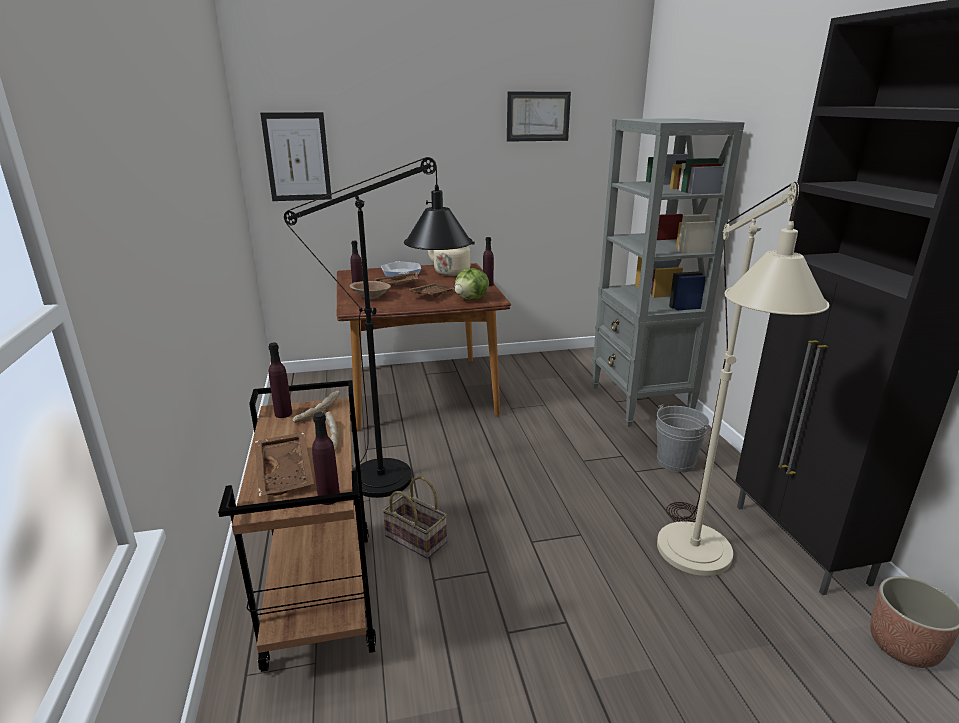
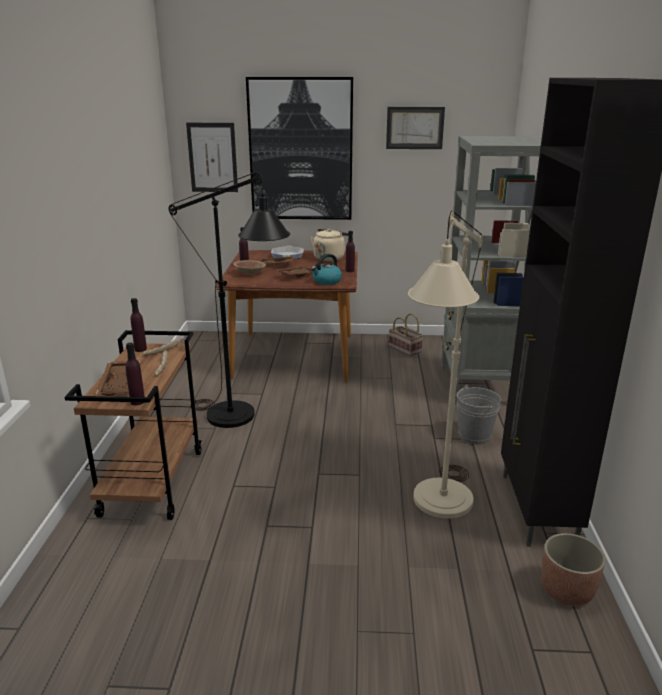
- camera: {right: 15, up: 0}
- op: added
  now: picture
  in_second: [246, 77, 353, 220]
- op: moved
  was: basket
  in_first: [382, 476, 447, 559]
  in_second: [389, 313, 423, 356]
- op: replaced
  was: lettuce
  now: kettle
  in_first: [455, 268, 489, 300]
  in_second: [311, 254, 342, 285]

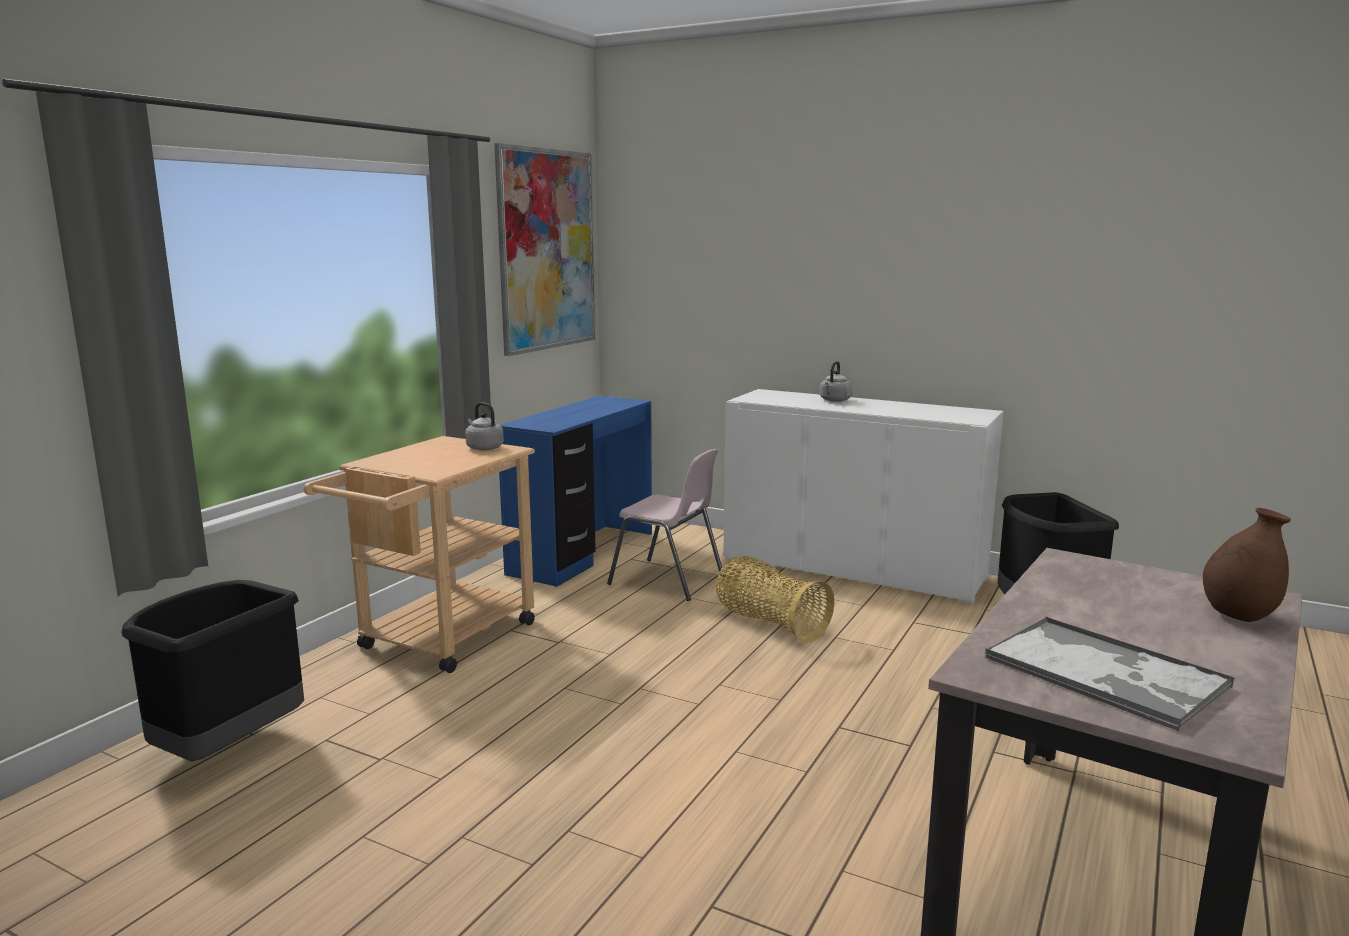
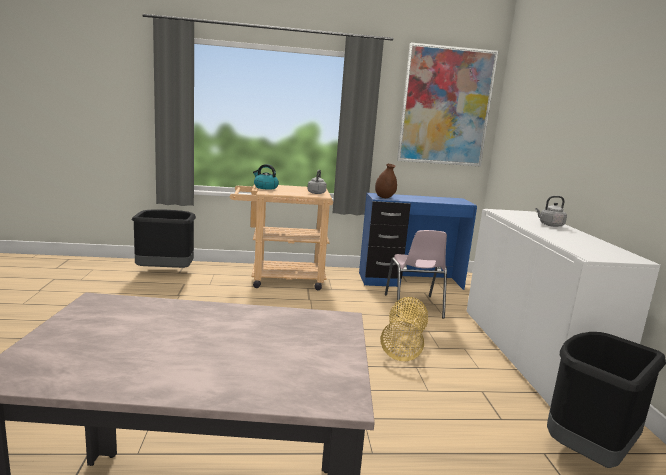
- camera: {right: 55, up: 0}
- op: removed
  was: tray
  in_first: [985, 617, 1234, 731]
- op: added
  now: kettle
  in_second: [253, 164, 279, 189]
- op: moved
  was: brown vase
  in_first: [1203, 508, 1291, 622]
  in_second: [375, 164, 397, 198]

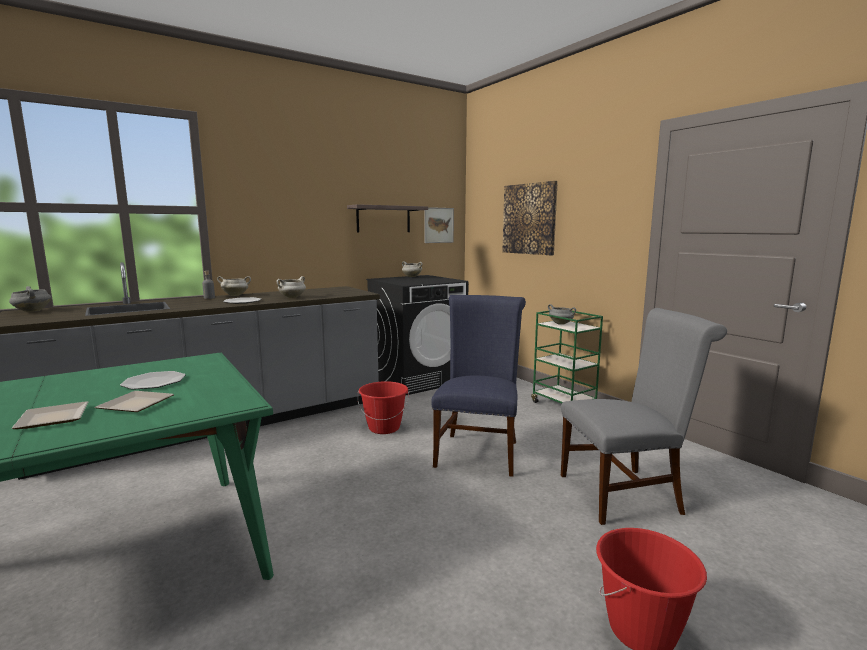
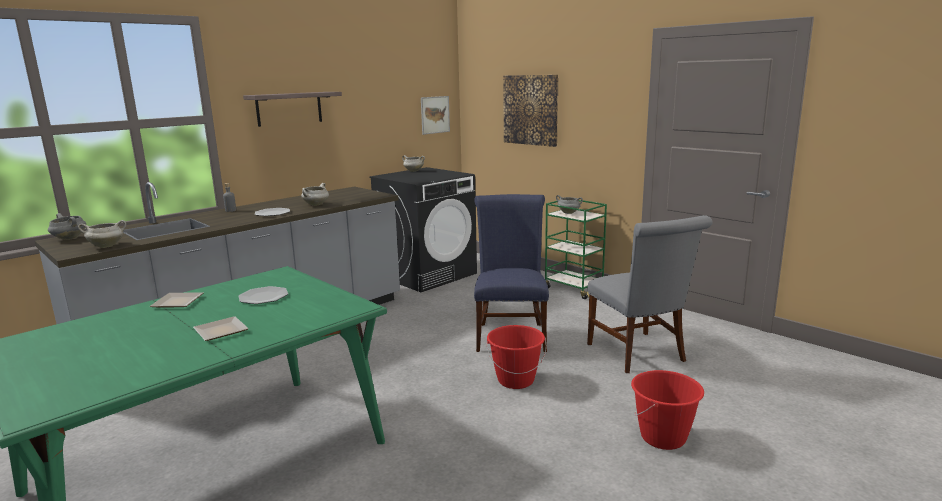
- camera: {right: -10, up: 5}
- op: moved
  was: plate
  in_first: [95, 391, 174, 412]
  in_second: [150, 292, 203, 308]
- op: moved
  was: white cooking pot
  in_first: [217, 276, 251, 296]
  in_second: [78, 220, 126, 248]
- op: moved
  was: shelf
  in_first: [347, 204, 428, 233]
  in_second: [243, 92, 342, 127]
- op: moved
  was: red bucket
  in_first: [357, 381, 409, 434]
  in_second: [486, 325, 547, 389]
- op: turned
  was: grey chair
  in_first: [561, 308, 727, 525]
  in_second: [587, 215, 713, 373]
  clockwise: 90

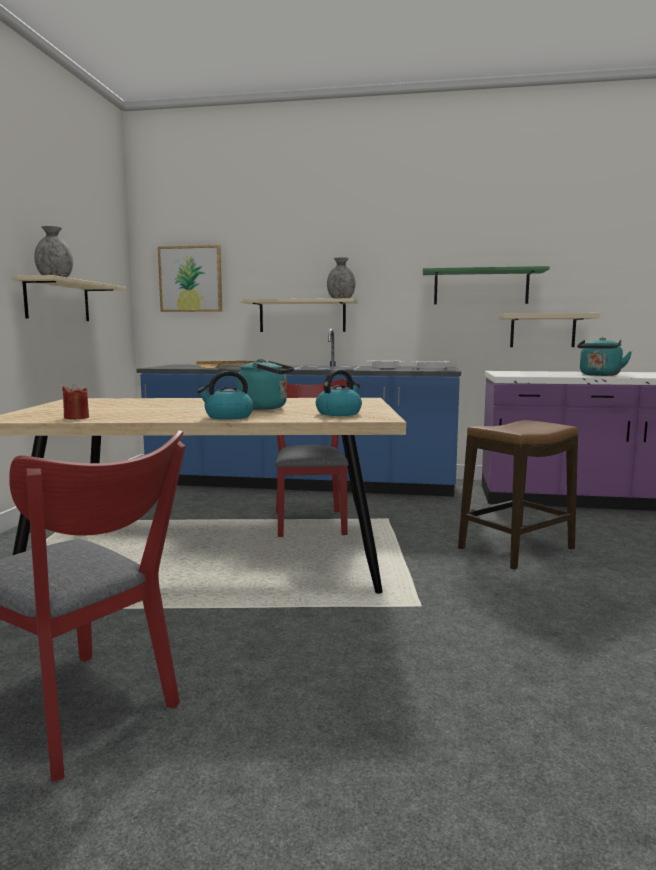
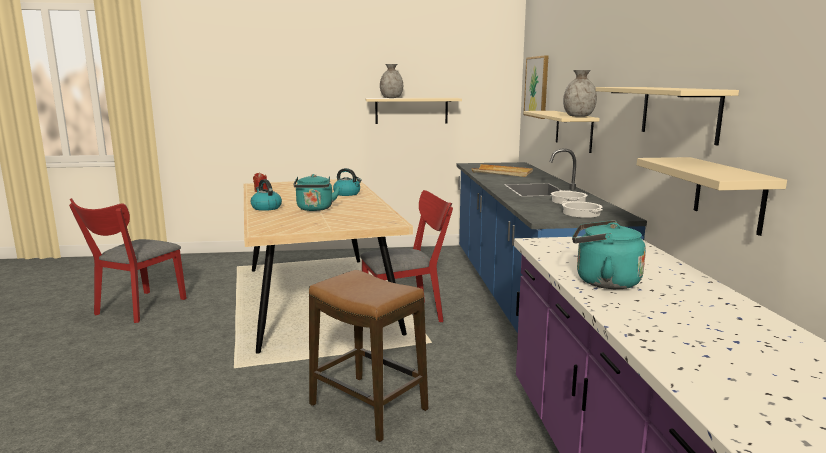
- camera: {right: 75, up: 5}
- op: moved
  was: kettle
  in_first: [316, 370, 362, 416]
  in_second: [333, 168, 362, 196]
- op: recoloured
  was: green shelf
  now: beige shelf
  in_first: [423, 266, 550, 304]
  in_second: [595, 87, 739, 145]

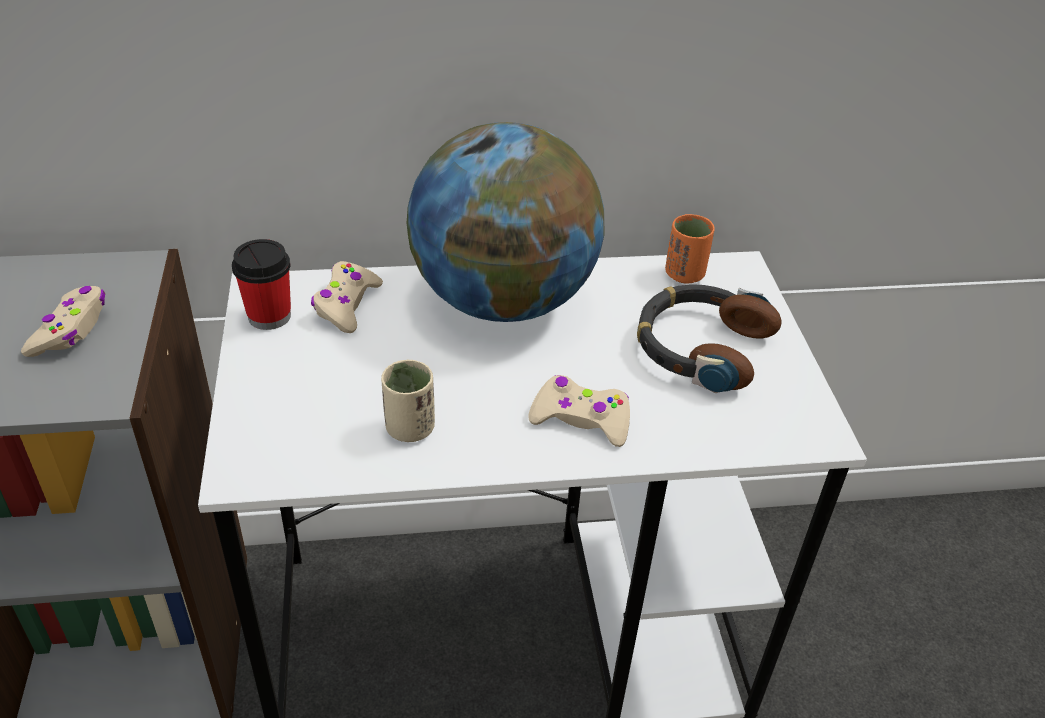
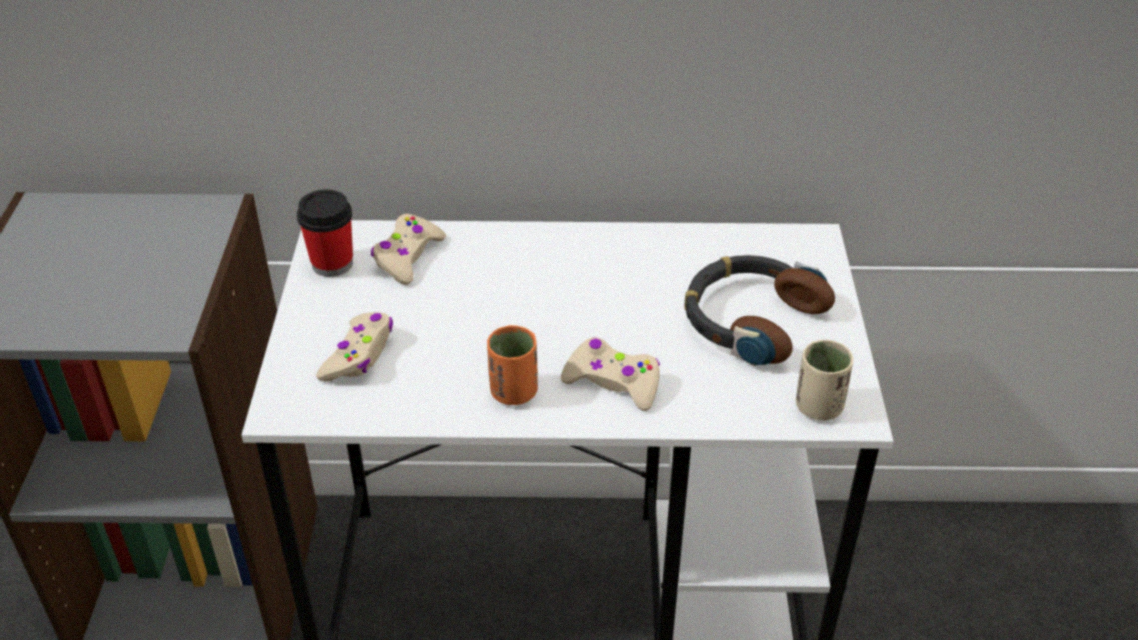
- camera: {right: 10, up: 0}
- op: removed
  was: globe
  in_first: [407, 122, 604, 322]
- op: moved
  was: beige game controller
  in_first: [21, 286, 105, 357]
  in_second: [316, 312, 393, 381]
- op: moved
  was: beige cup
  in_first: [381, 360, 435, 442]
  in_second: [796, 340, 853, 420]
- op: moved
  was: orange cup
  in_first: [665, 214, 715, 284]
  in_second: [487, 325, 538, 405]

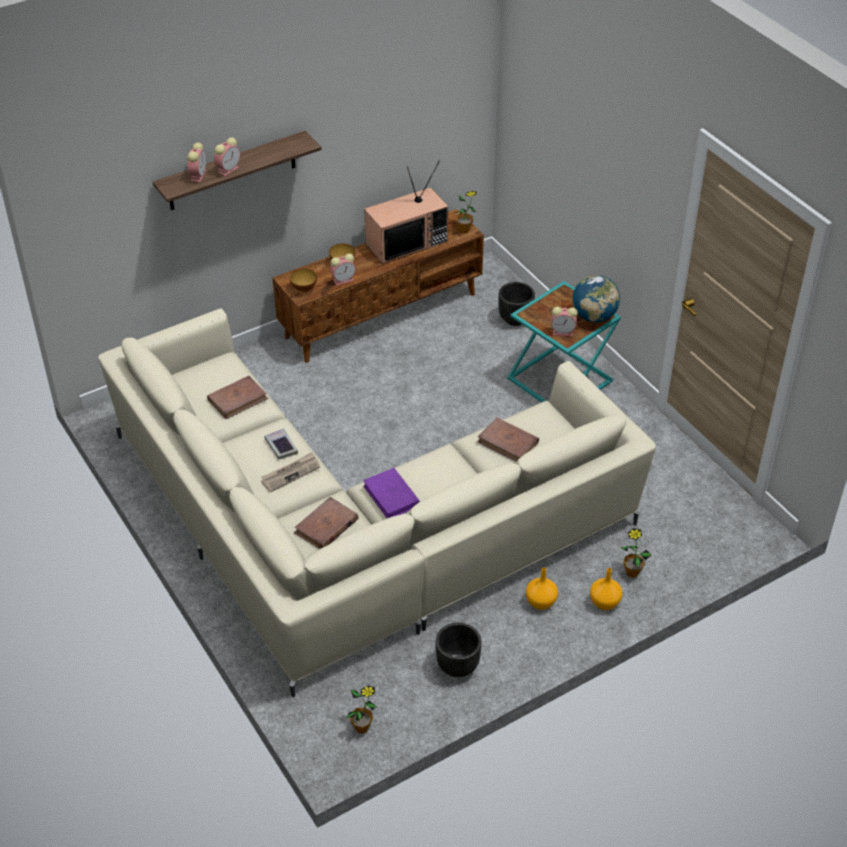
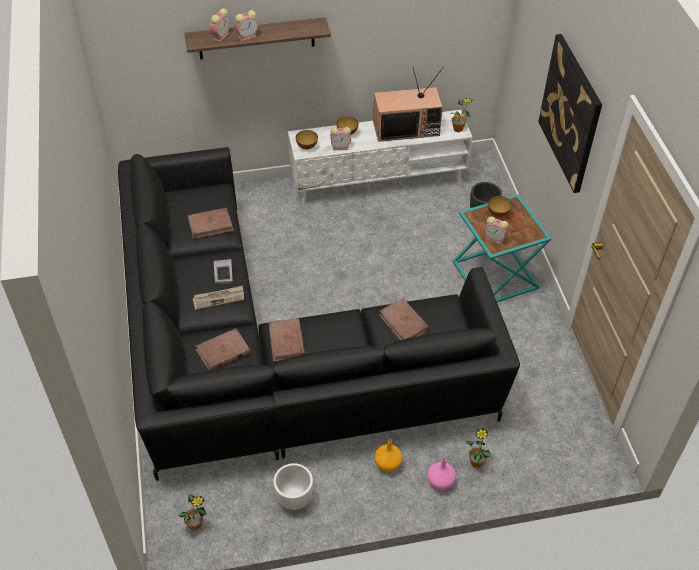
- camera: {right: 20, up: 5}
- op: removed
  was: globe
  in_first: [572, 275, 620, 323]
- op: added
  now: bowl
  in_second: [488, 196, 512, 217]
- op: added
  now: picture
  in_second: [538, 34, 602, 193]
- op: recoloured
  was: beige sofa
  now: black sofa
  in_first: [98, 308, 656, 697]
  in_second: [118, 147, 520, 481]
- op: recoloured
  was: brown tv stand
  now: white tv stand
  in_first: [273, 209, 484, 363]
  in_second: [288, 110, 472, 205]
- op: recoloured
  was: purple book
  now: brown book
  in_first: [363, 468, 420, 518]
  in_second: [269, 318, 305, 362]
- op: recoloured
  was: black planter
  now: white planter
  in_first: [436, 623, 482, 677]
  in_second: [273, 463, 313, 510]
- op: recoloured
  was: orange vase
  now: pink vase
  in_first: [590, 568, 622, 610]
  in_second: [427, 458, 456, 491]

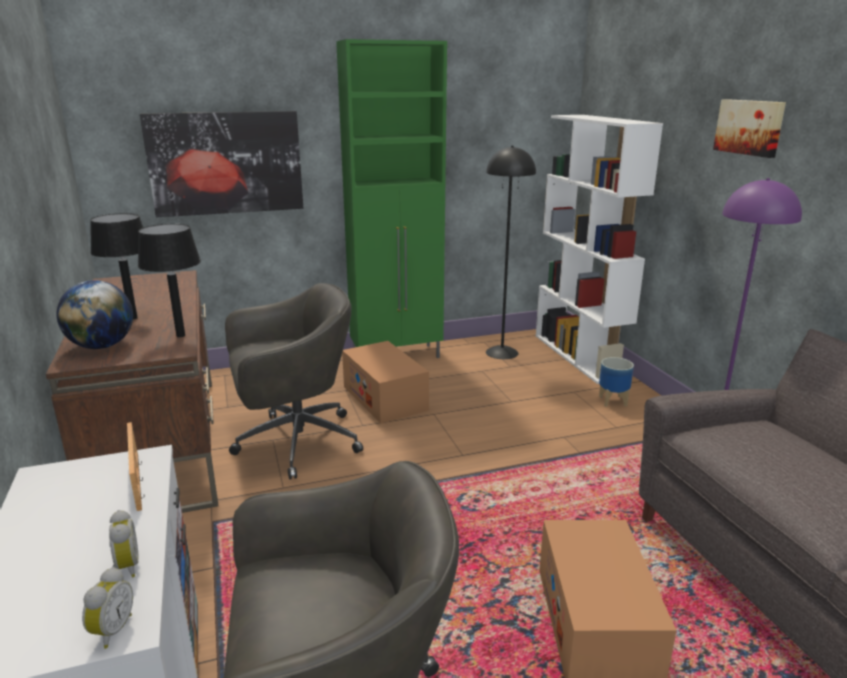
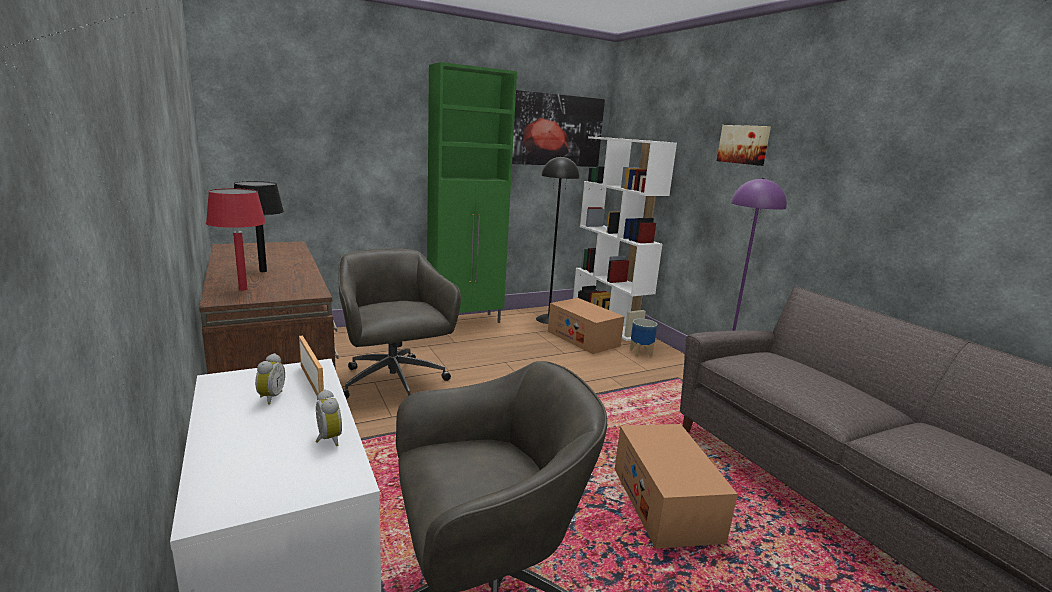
- camera: {right: -10, up: -5}
- op: removed
  was: black table lamp
  in_first: [138, 224, 201, 337]
- op: moved
  was: alarm clock
  in_first: [82, 567, 133, 649]
  in_second: [255, 353, 285, 405]
- op: moved
  was: picture
  in_first: [140, 111, 303, 217]
  in_second: [512, 90, 605, 167]
- op: moved
  was: cardboard box
  in_first: [342, 341, 429, 424]
  in_second: [548, 298, 625, 354]
- op: replaced
  was: globe
  now: red table lamp
  in_first: [56, 280, 133, 349]
  in_second: [206, 188, 266, 291]
- op: turned
  was: grey office chair
  in_first: [225, 283, 363, 480]
  in_second: [338, 248, 461, 399]
  clockwise: -90

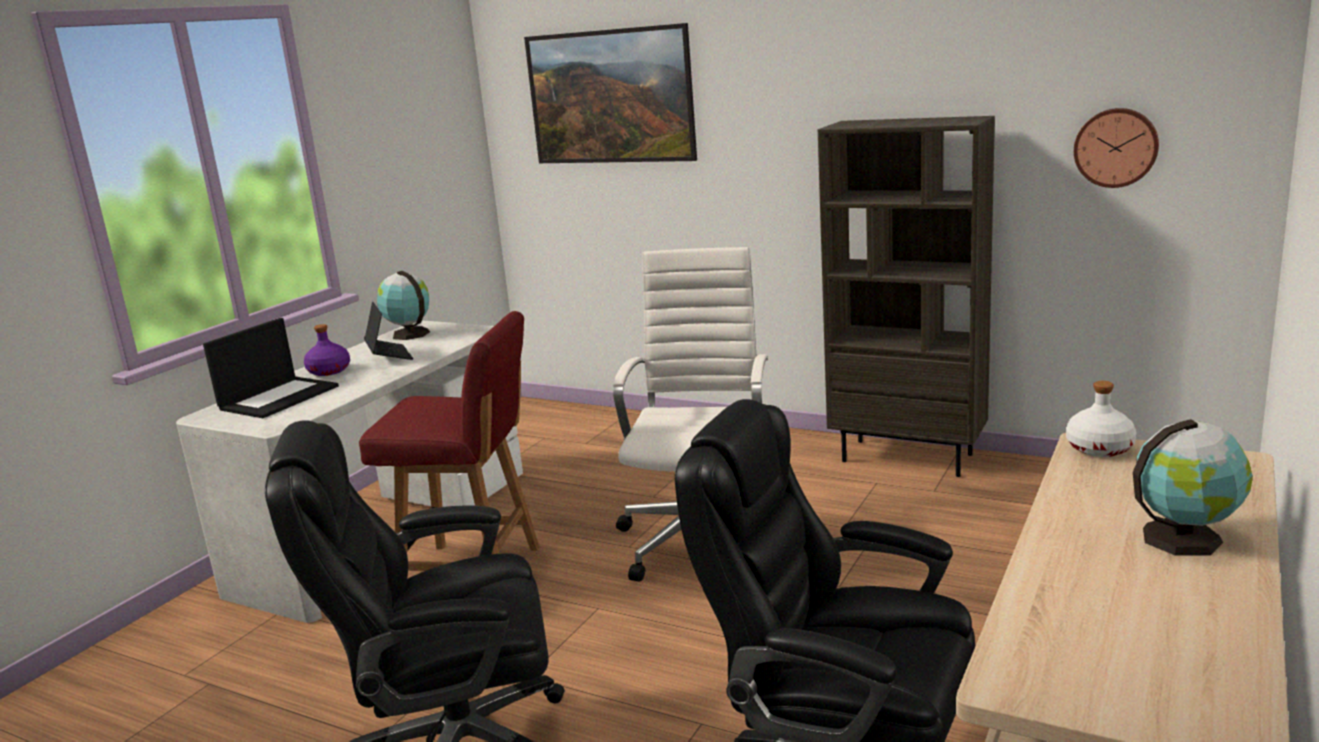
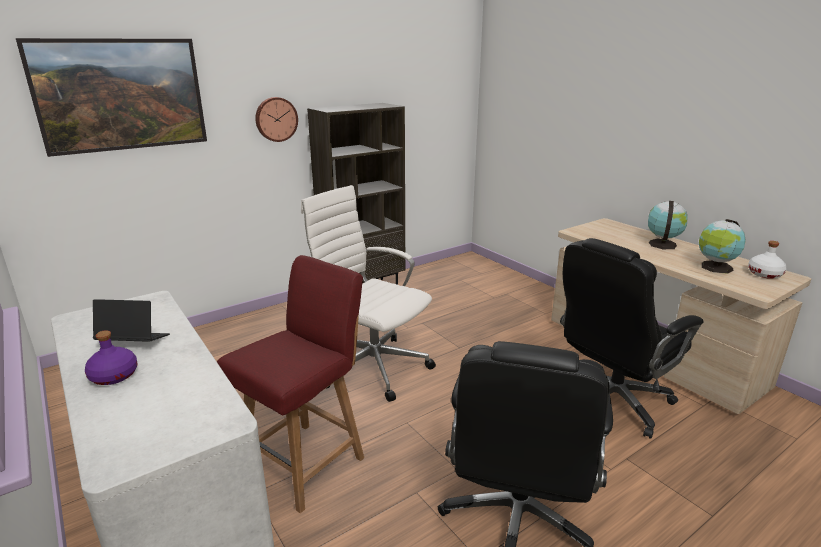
- camera: {right: -65, up: 5}
- op: removed
  was: laptop
  in_first: [203, 318, 339, 418]
- op: moved
  was: globe
  in_first: [377, 271, 430, 340]
  in_second: [699, 219, 746, 274]
- op: moved
  was: white bottle
  in_first: [1066, 381, 1137, 457]
  in_second: [748, 241, 787, 279]
- op: moved
  was: wall clock
  in_first: [1074, 108, 1159, 188]
  in_second: [255, 97, 298, 142]

